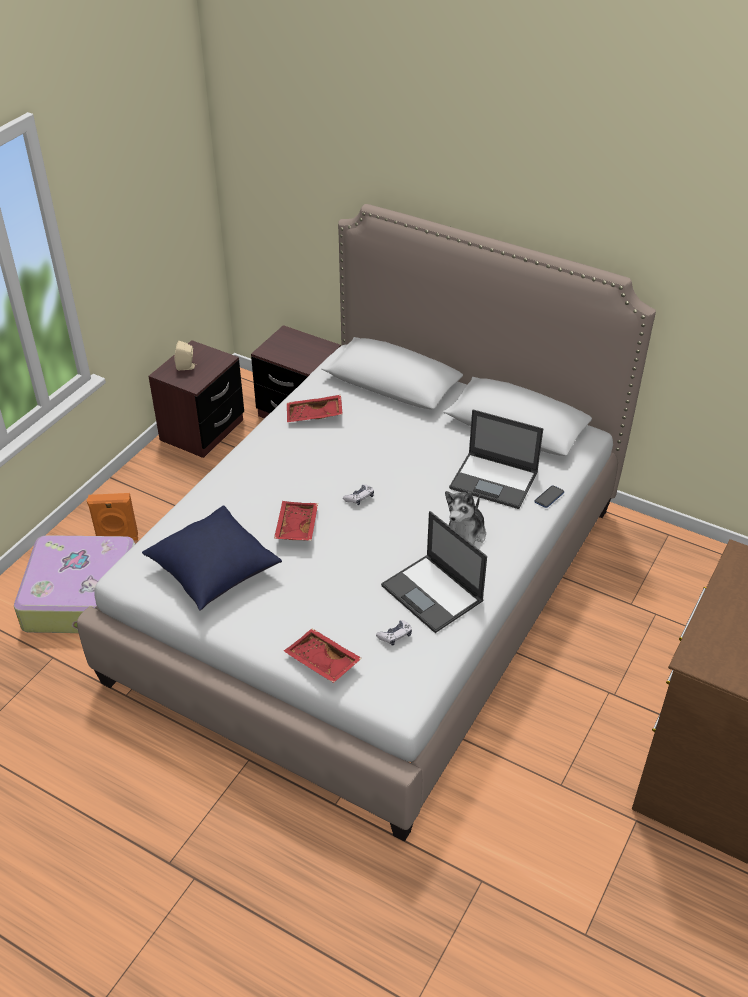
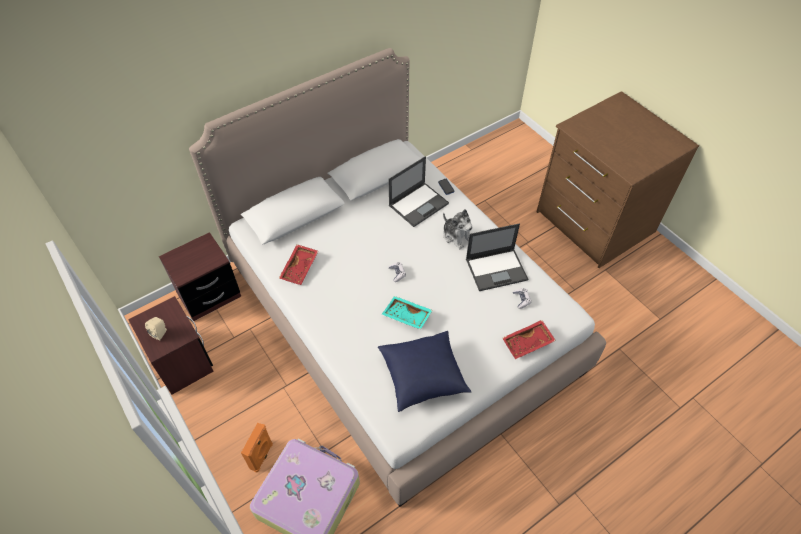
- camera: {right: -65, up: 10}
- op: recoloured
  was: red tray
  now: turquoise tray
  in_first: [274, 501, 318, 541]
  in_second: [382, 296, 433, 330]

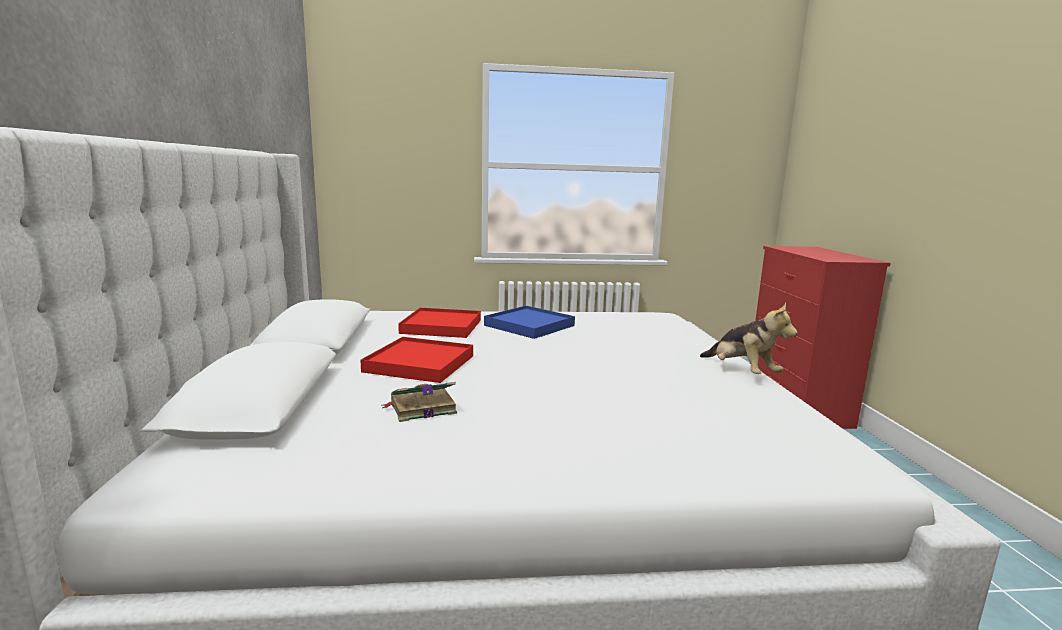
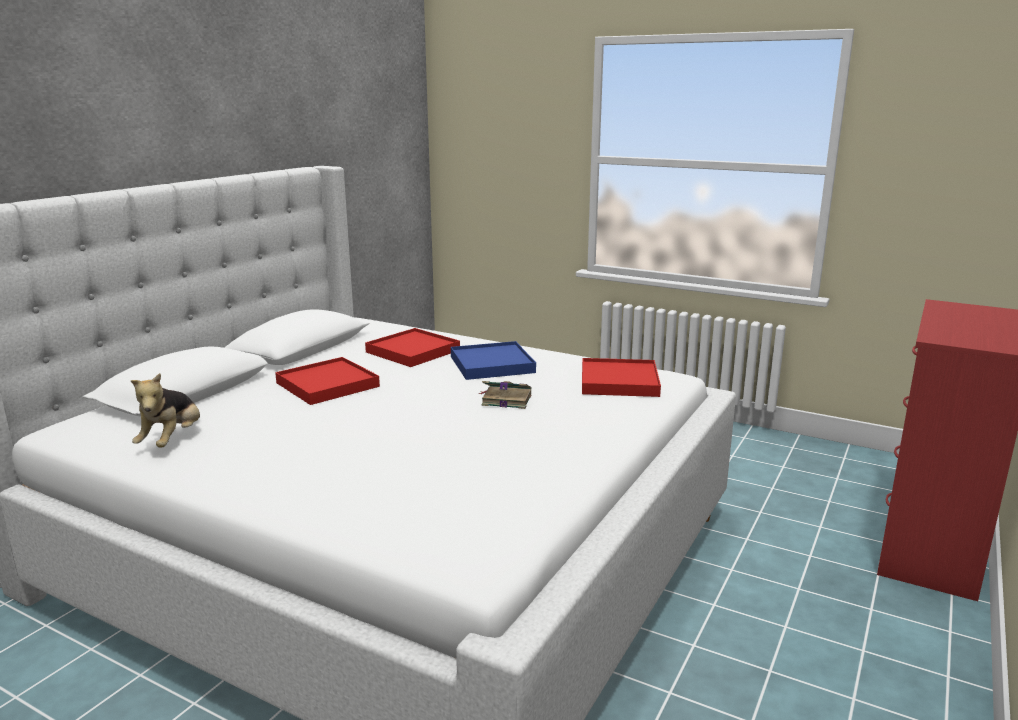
- camera: {right: 35, up: 5}
- op: added
  now: red tray
  in_second: [582, 358, 661, 397]
- op: moved
  was: book
  in_first: [382, 382, 457, 422]
  in_second: [479, 381, 532, 409]
- op: moved
  was: plush toy
  in_first: [700, 302, 798, 374]
  in_second: [130, 373, 200, 448]

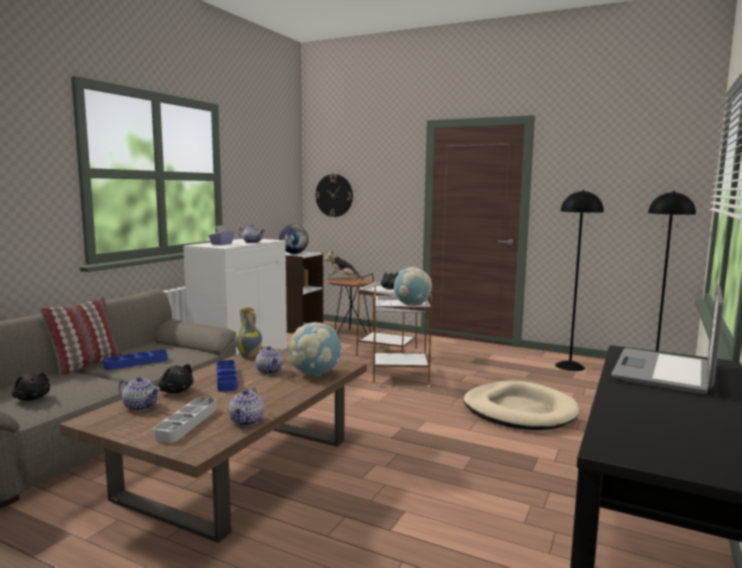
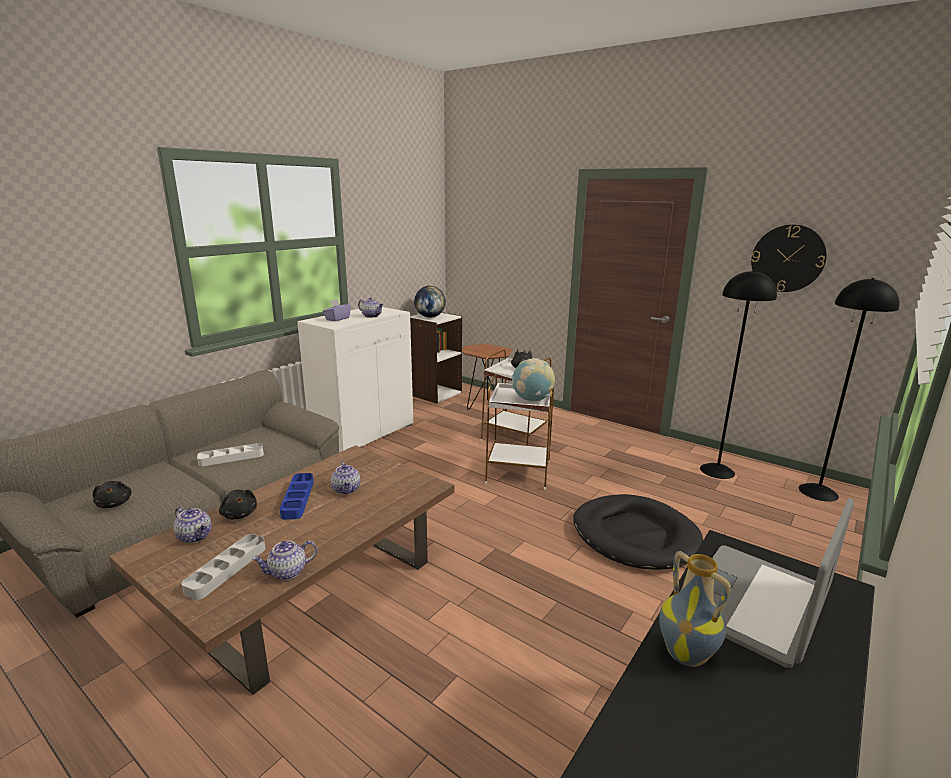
- camera: {right: 10, up: 10}
- op: removed
  was: pillow
  in_first: [40, 297, 122, 376]
- op: removed
  was: globe
  in_first: [289, 322, 342, 376]
- op: removed
  was: plush toy
  in_first: [325, 250, 364, 279]
- op: moved
  was: vase
  in_first: [235, 308, 262, 358]
  in_second: [659, 551, 731, 667]
- op: moved
  was: wall clock
  in_first: [315, 174, 353, 217]
  in_second: [751, 225, 827, 292]
- op: recoloured
  was: blue tray
  now: white tray
  in_first: [103, 350, 168, 370]
  in_second: [197, 443, 264, 466]
- op: recoloured
  was: beige dog bed
  now: black dog bed
  in_first: [463, 381, 579, 430]
  in_second: [573, 494, 703, 570]
- op: turned
  was: teapot
  in_first: [229, 388, 264, 426]
  in_second: [252, 541, 317, 580]
  clockwise: 45

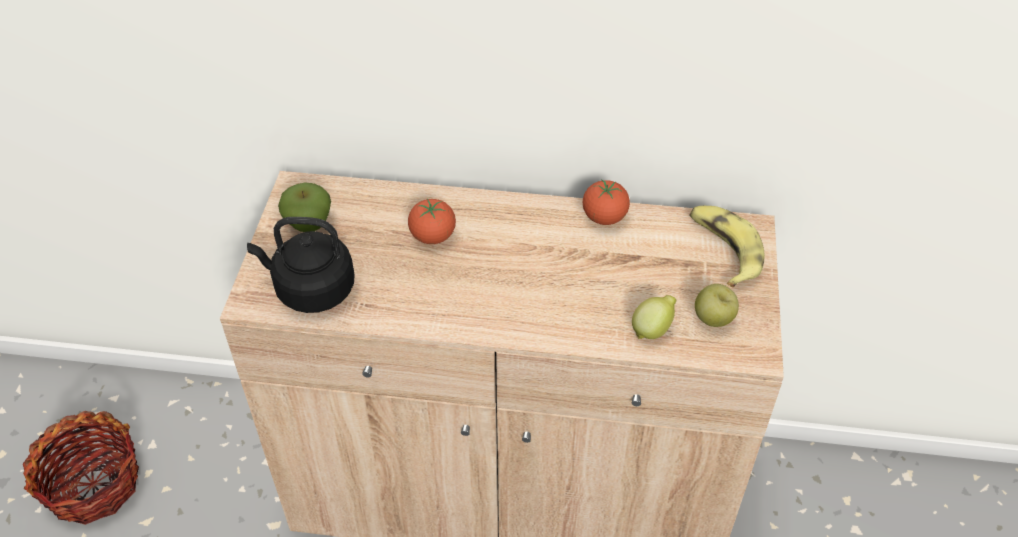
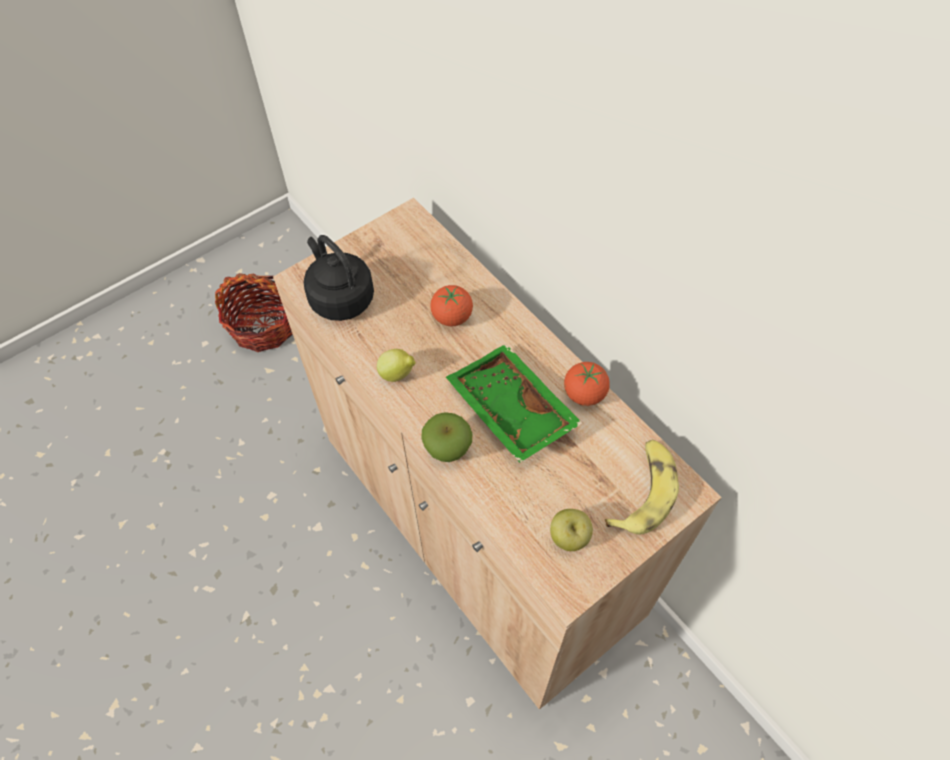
- camera: {right: 45, up: 10}
- op: added
  now: green tray
  in_second: [446, 344, 583, 463]
- op: moved
  was: apple
  in_first: [278, 182, 331, 232]
  in_second: [422, 412, 472, 462]
- op: moved
  was: lemon
  in_first: [632, 295, 676, 339]
  in_second: [377, 349, 416, 382]

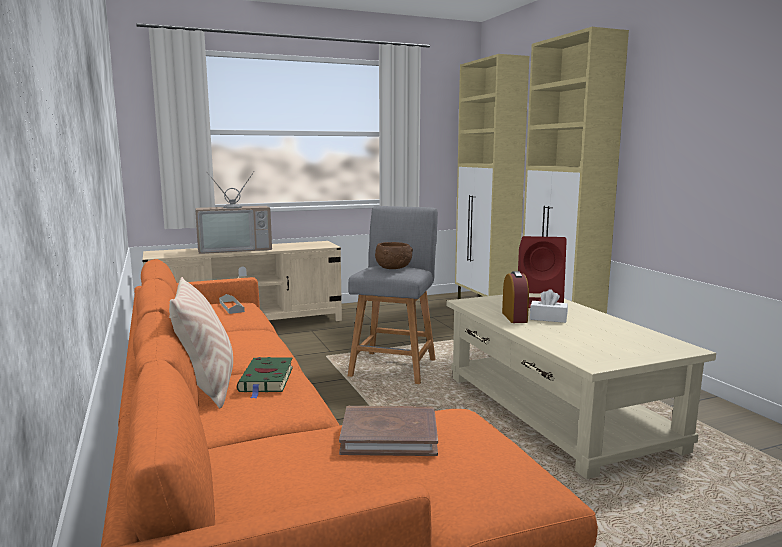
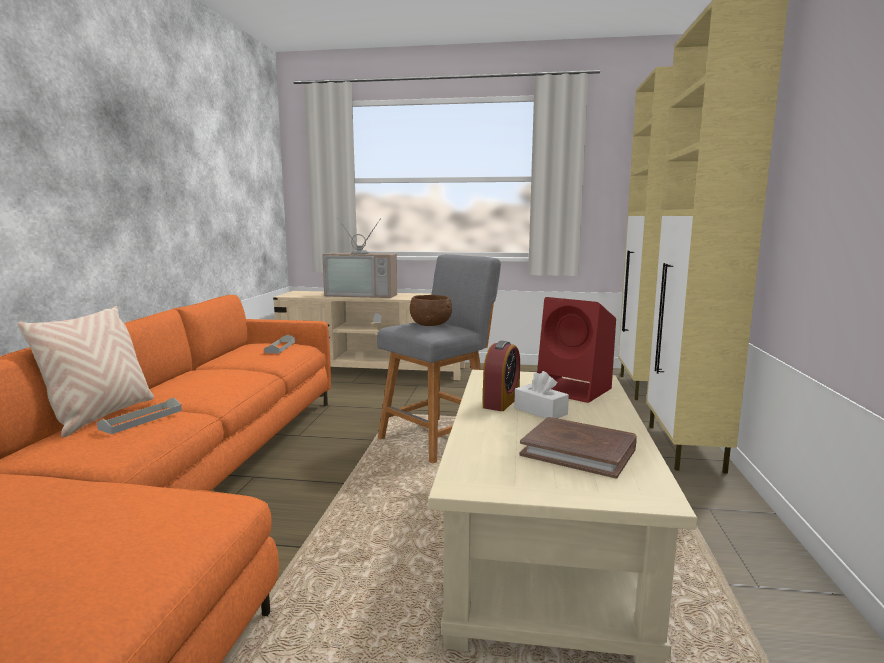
- camera: {right: 30, up: 0}
- op: moved
  was: brown book
  in_first: [339, 406, 438, 456]
  in_second: [519, 417, 637, 479]
- op: replaced
  was: green book
  now: grey tray
  in_first: [237, 357, 293, 399]
  in_second: [97, 397, 182, 434]

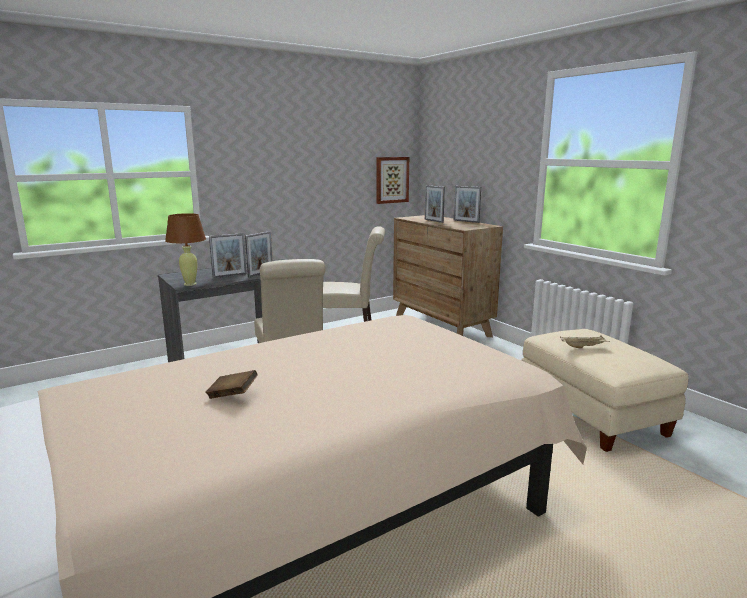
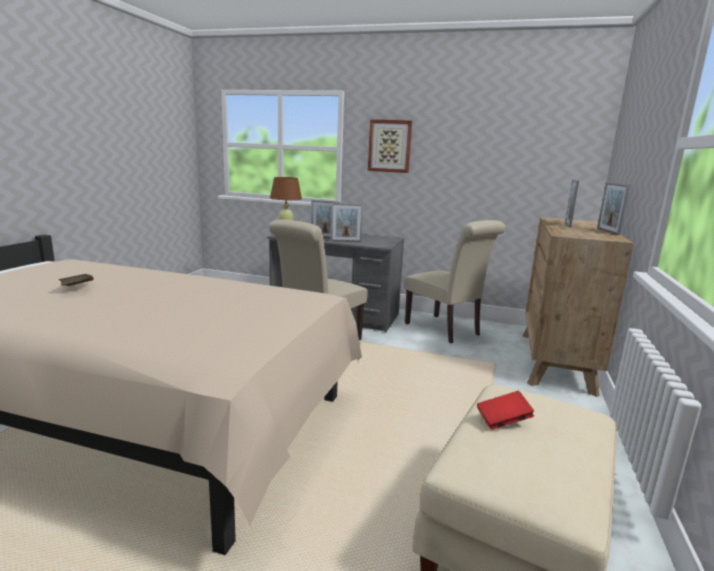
- camera: {right: 50, up: 0}
- op: moved
  was: picture
  in_first: [376, 157, 409, 204]
  in_second: [368, 119, 412, 173]
- op: replaced
  was: beige tray
  now: red book
  in_first: [560, 335, 610, 349]
  in_second: [477, 391, 534, 430]

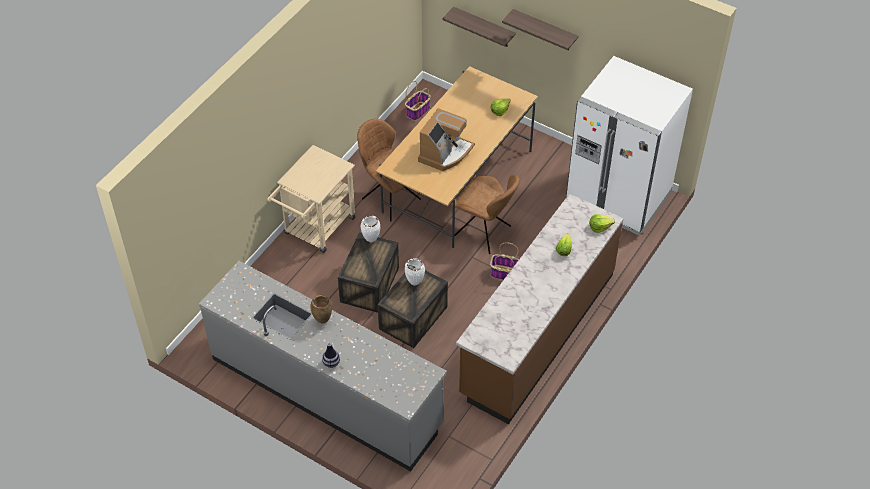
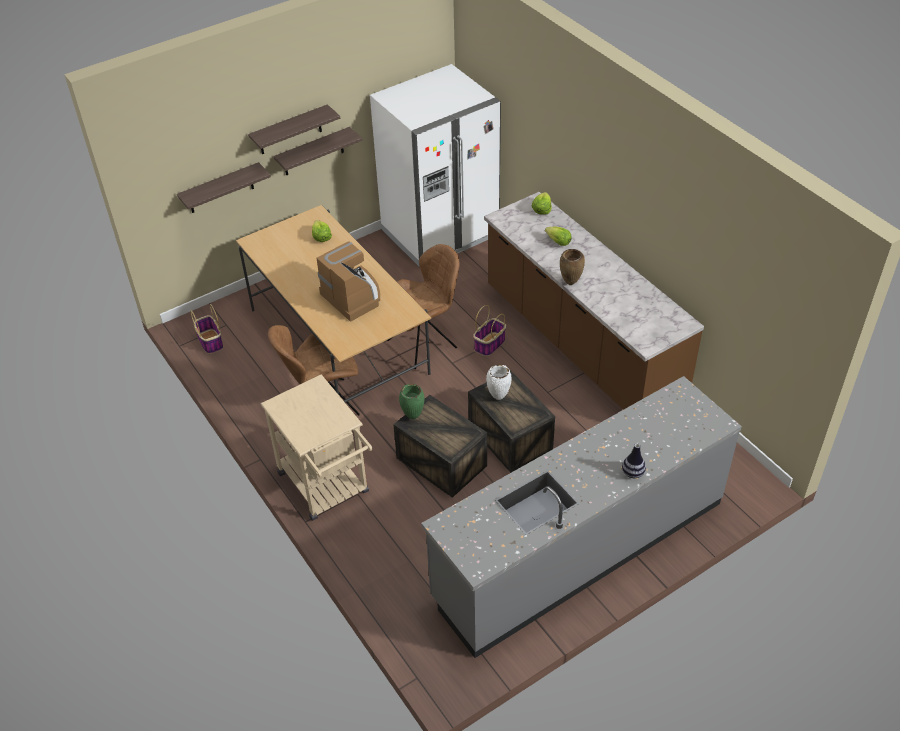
- camera: {right: -65, up: -5}
- op: added
  now: shelf
  in_second: [273, 127, 362, 175]
- op: moved
  was: brown vase
  in_first: [310, 295, 332, 324]
  in_second: [560, 249, 585, 285]
- op: recoloured
  was: white vase
  now: green vase
  in_first: [361, 216, 380, 242]
  in_second: [399, 384, 425, 419]

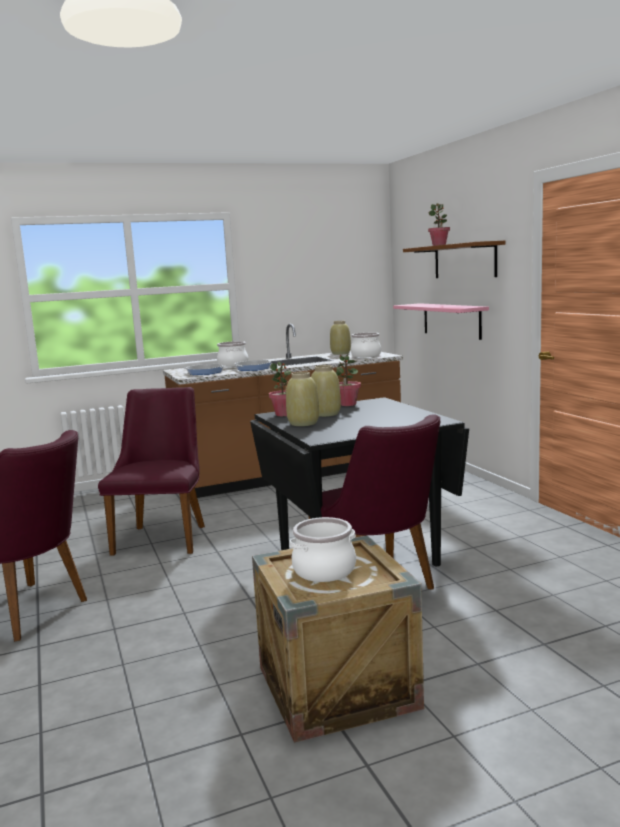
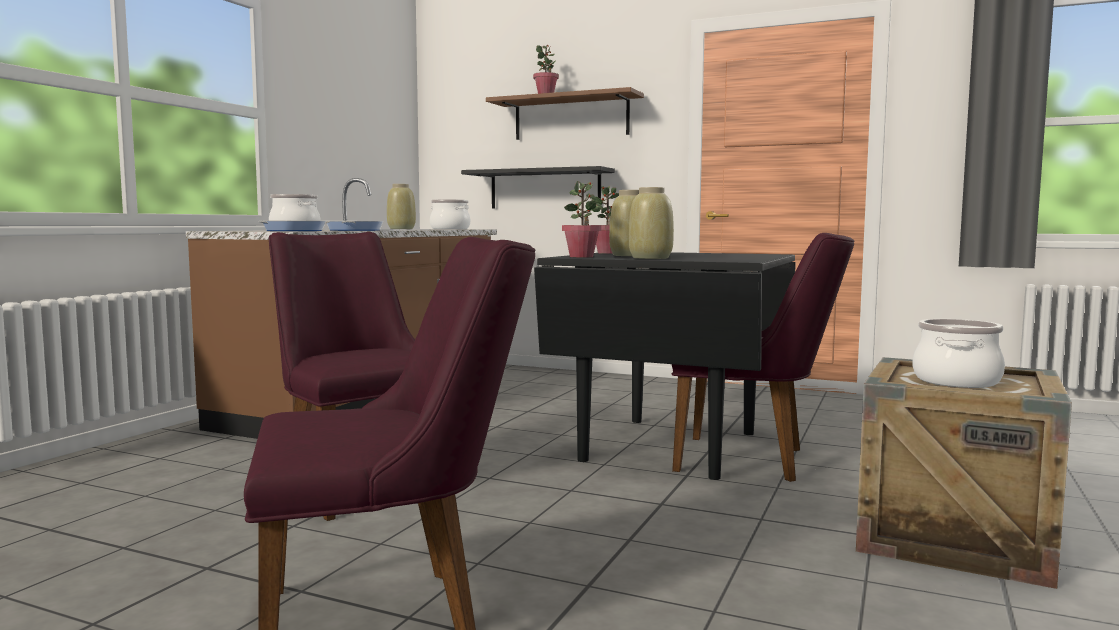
- camera: {right: -45, up: -5}
- op: recoloured
  was: pink shelf
  now: black shelf
  in_first: [393, 303, 489, 340]
  in_second: [461, 166, 615, 208]

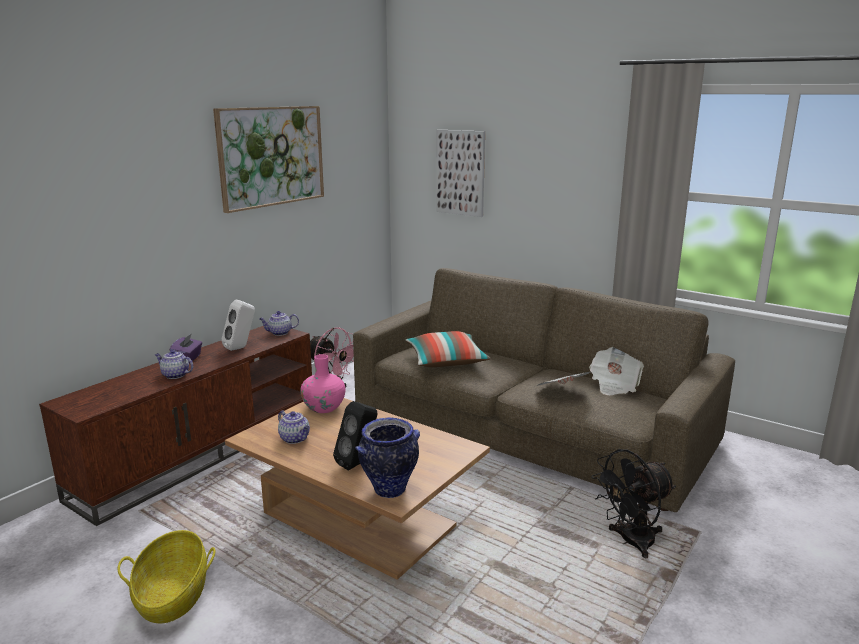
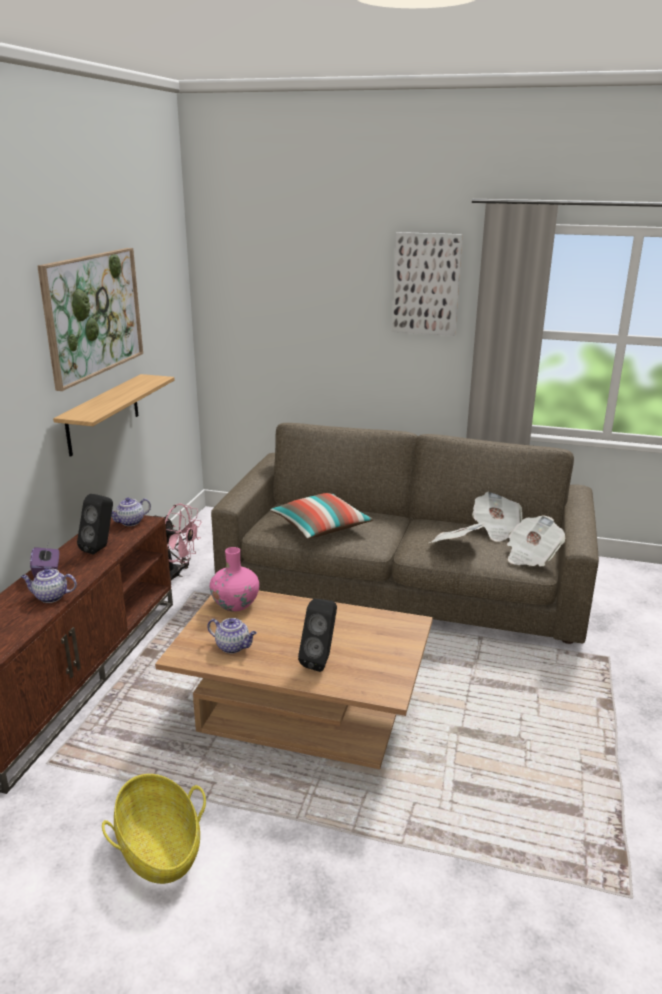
- camera: {right: -20, up: 5}
- op: removed
  was: vase
  in_first: [355, 417, 420, 498]
- op: removed
  was: black fan
  in_first: [592, 449, 676, 558]
- op: added
  now: shelf
  in_second: [53, 374, 175, 457]
- op: added
  now: newspaper
  in_second: [507, 516, 565, 567]
- op: moved
  was: picture
  in_first: [436, 130, 485, 217]
  in_second: [392, 232, 463, 336]
- op: recoloured
  was: white speaker
  now: black speaker
  in_first: [221, 300, 255, 351]
  in_second: [77, 494, 113, 555]

